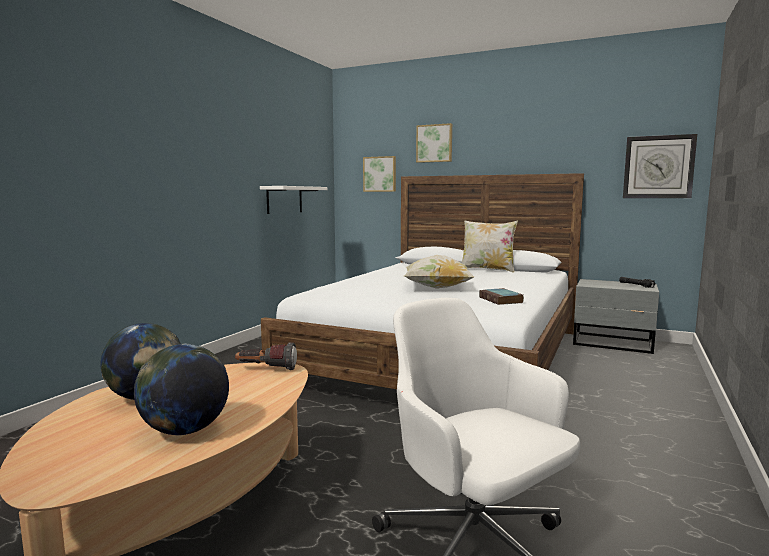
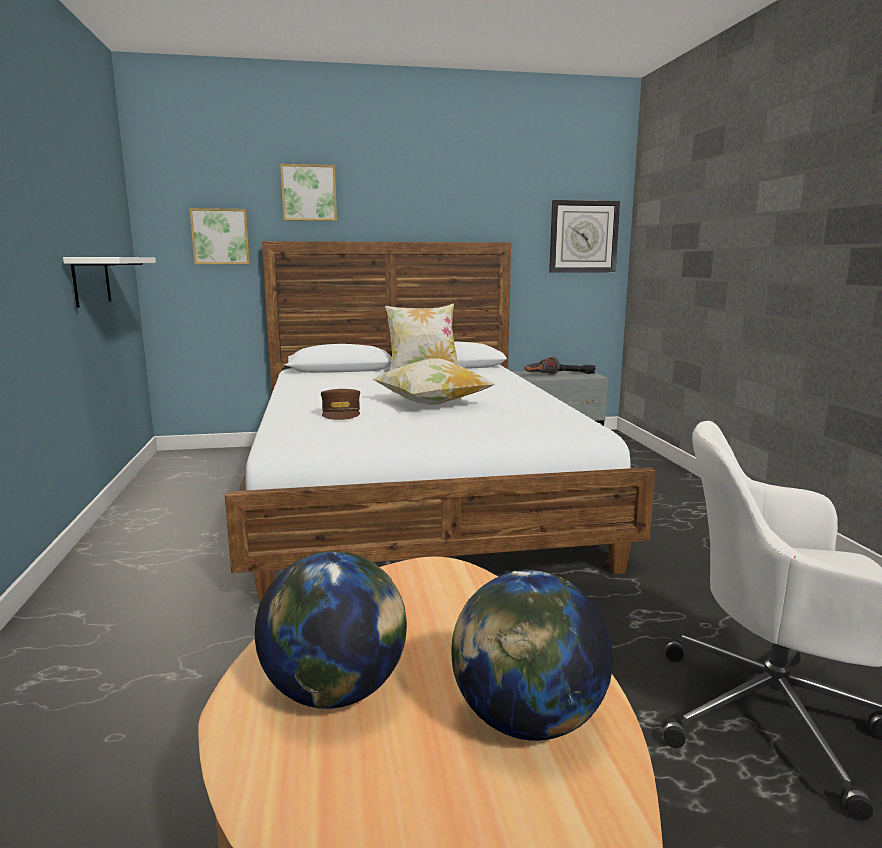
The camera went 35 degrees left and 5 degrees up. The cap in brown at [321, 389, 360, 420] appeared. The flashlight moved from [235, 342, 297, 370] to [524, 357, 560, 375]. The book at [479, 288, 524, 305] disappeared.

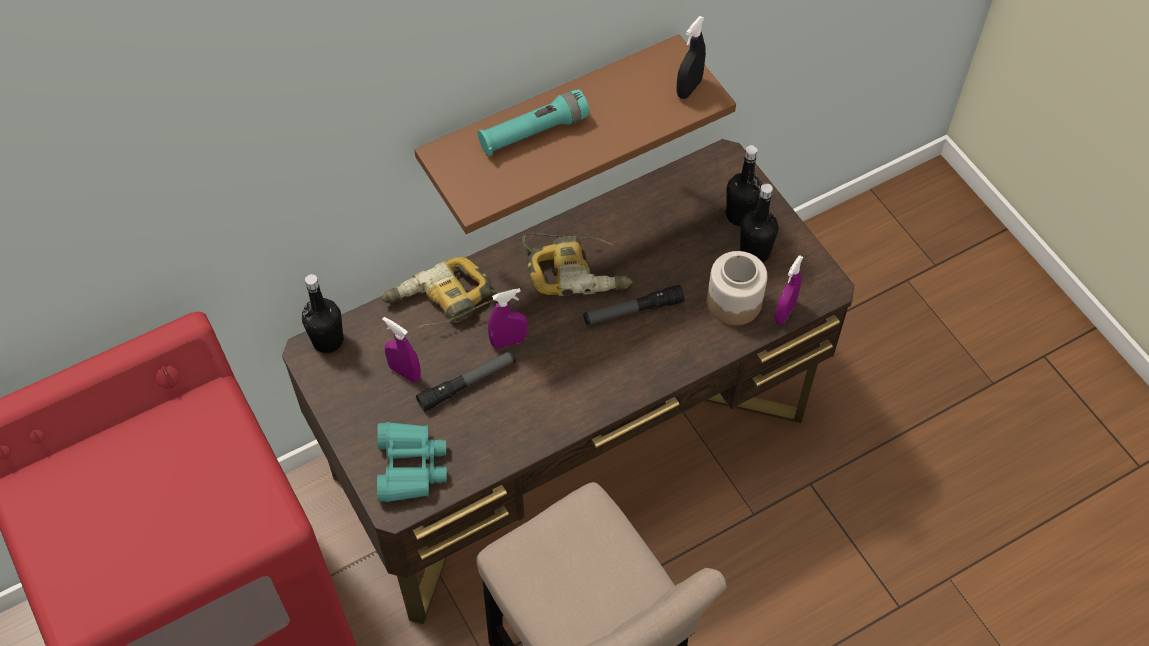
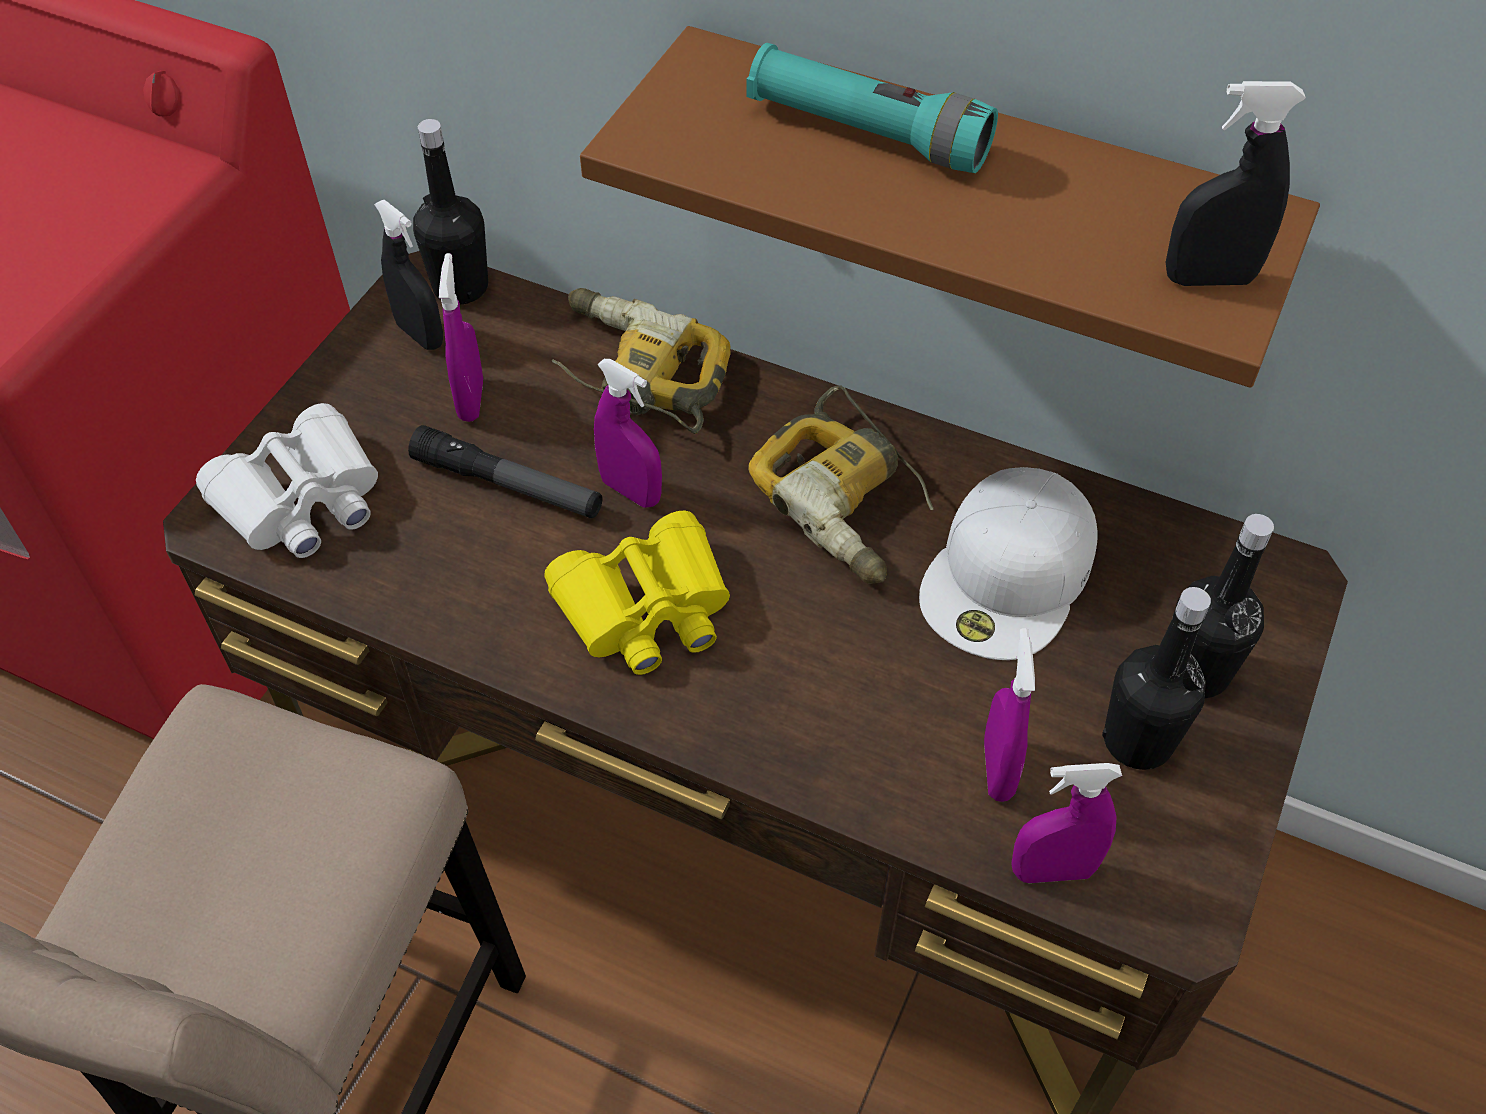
The camera went 55 degrees right and 5 degrees down. The binoculars in turquoise at [377, 422, 447, 502] became the binoculars in white at [196, 403, 378, 558]. The spray bottle in black at [374, 200, 443, 350] appeared. The binoculars in yellow at [544, 511, 730, 675] appeared. The cap in white at [919, 467, 1098, 660] appeared. The jar at [707, 251, 767, 325] was replaced by the spray bottle in purple at [984, 628, 1035, 802]. The flashlight at [583, 285, 685, 325] disappeared.

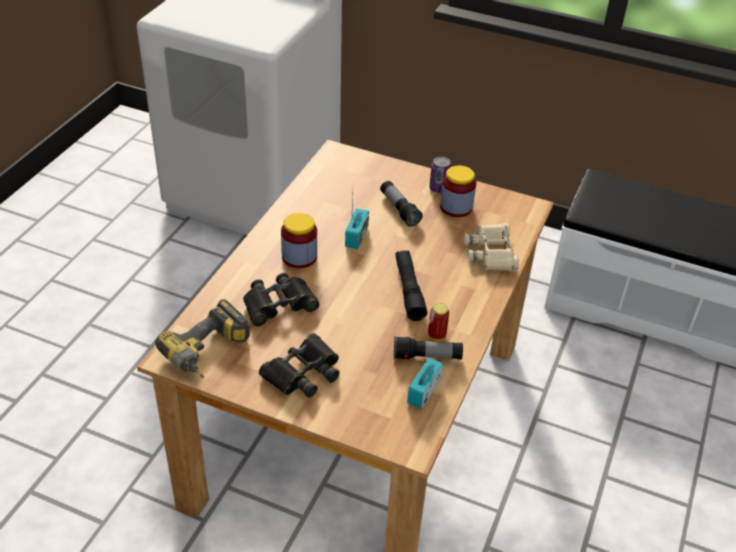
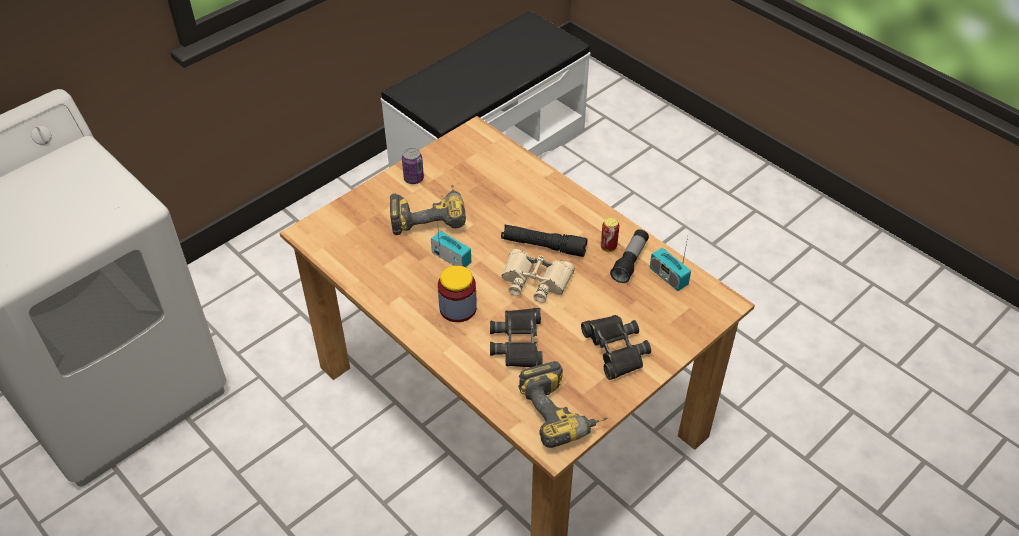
The camera went 65 degrees left and 5 degrees up. The flashlight at [380, 181, 423, 226] was replaced by the power drill at [390, 185, 466, 235]. The binoculars in beige moved from [464, 223, 519, 271] to [502, 249, 575, 303]. The jar at [440, 165, 476, 217] disappeared.

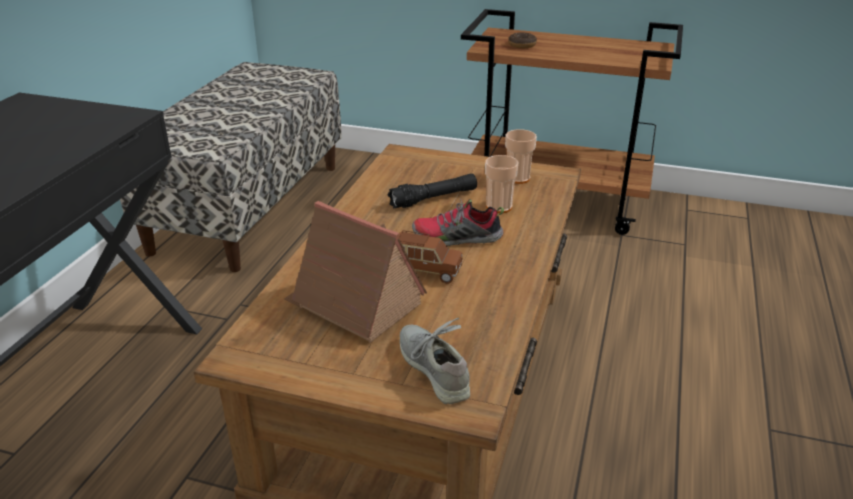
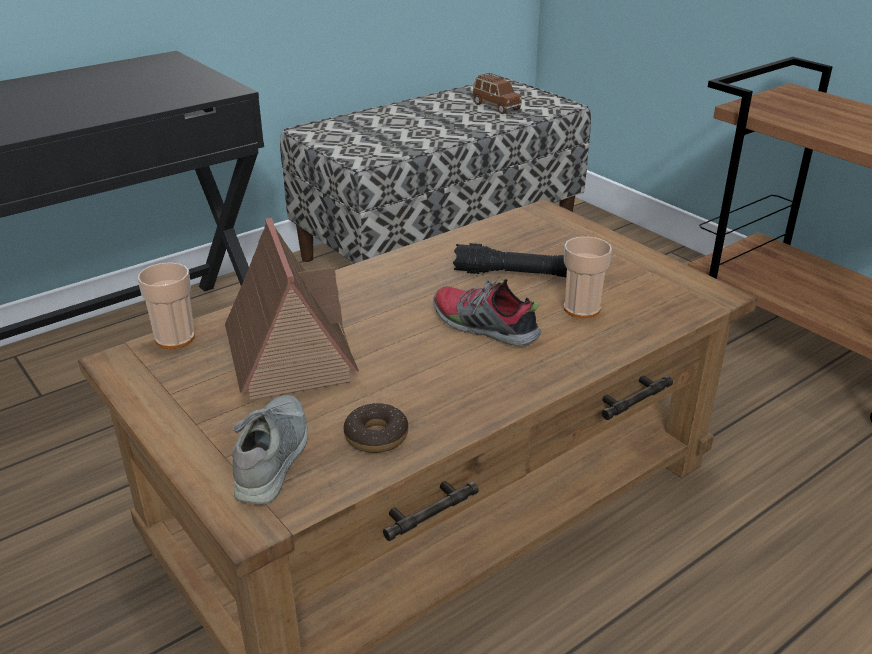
The camera went 35 degrees right and 0 degrees up. The cup moved from [505, 129, 537, 184] to [138, 263, 195, 349]. The donut moved from [508, 33, 537, 48] to [344, 403, 408, 453]. The toy car in brown moved from [400, 230, 462, 284] to [473, 73, 522, 114].

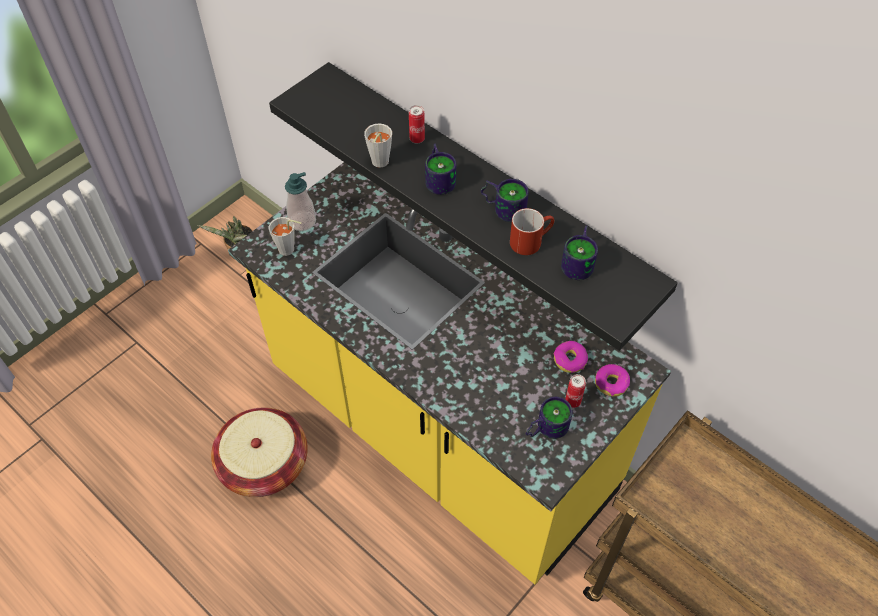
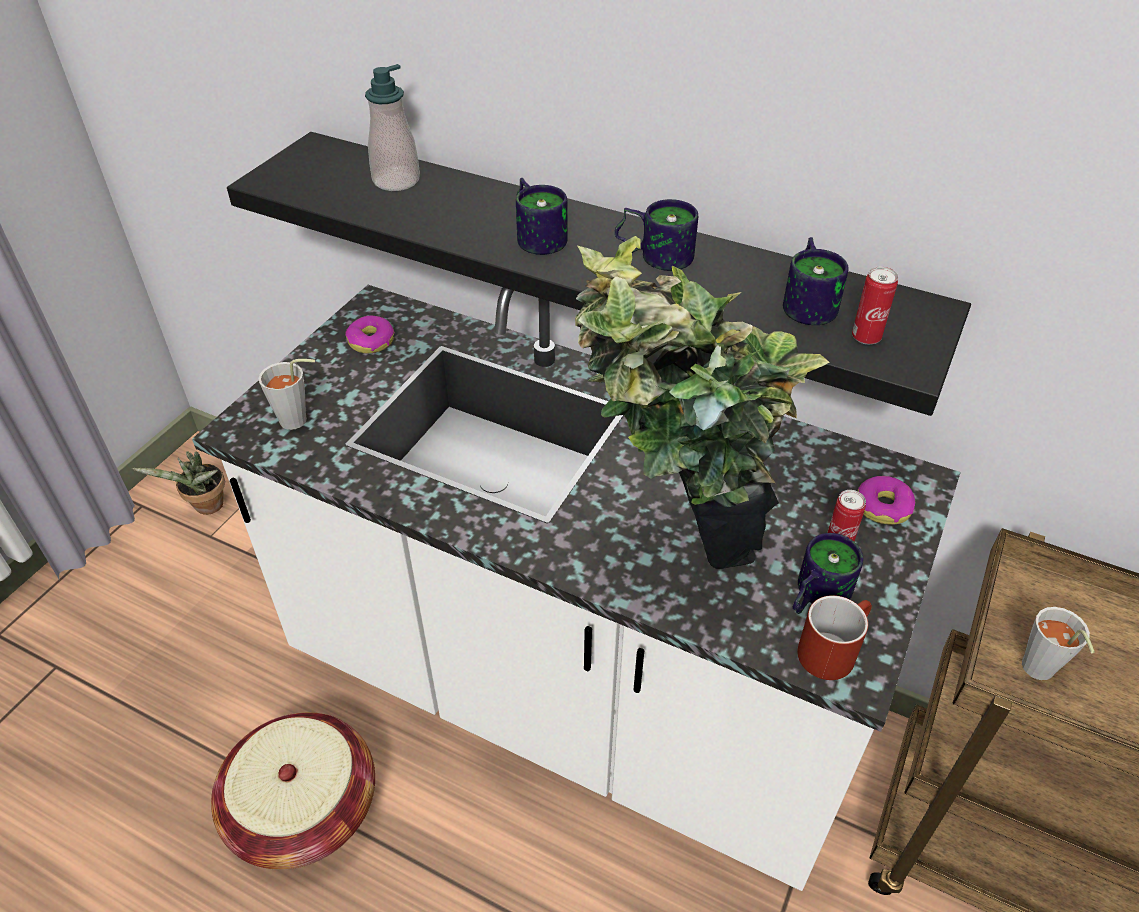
The camera went 15 degrees left and 10 degrees down. The counter in yellow at [228, 162, 671, 584] became the counter in white at [192, 285, 961, 891]. The donut moved from [554, 341, 588, 373] to [345, 316, 395, 353]. The soap dispenser moved from [285, 172, 316, 231] to [365, 64, 420, 191]. The potted plant at [575, 236, 830, 569] appeared. The mug in red moved from [510, 208, 555, 255] to [797, 595, 872, 680]. The can moved from [409, 105, 425, 143] to [852, 267, 898, 345]. The cup in grey moved from [364, 123, 392, 168] to [1022, 607, 1095, 680].

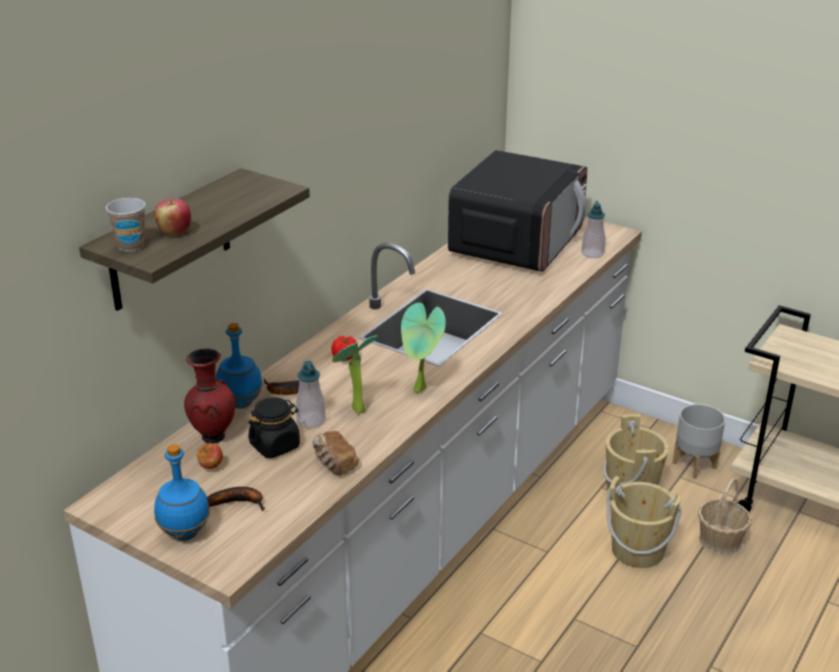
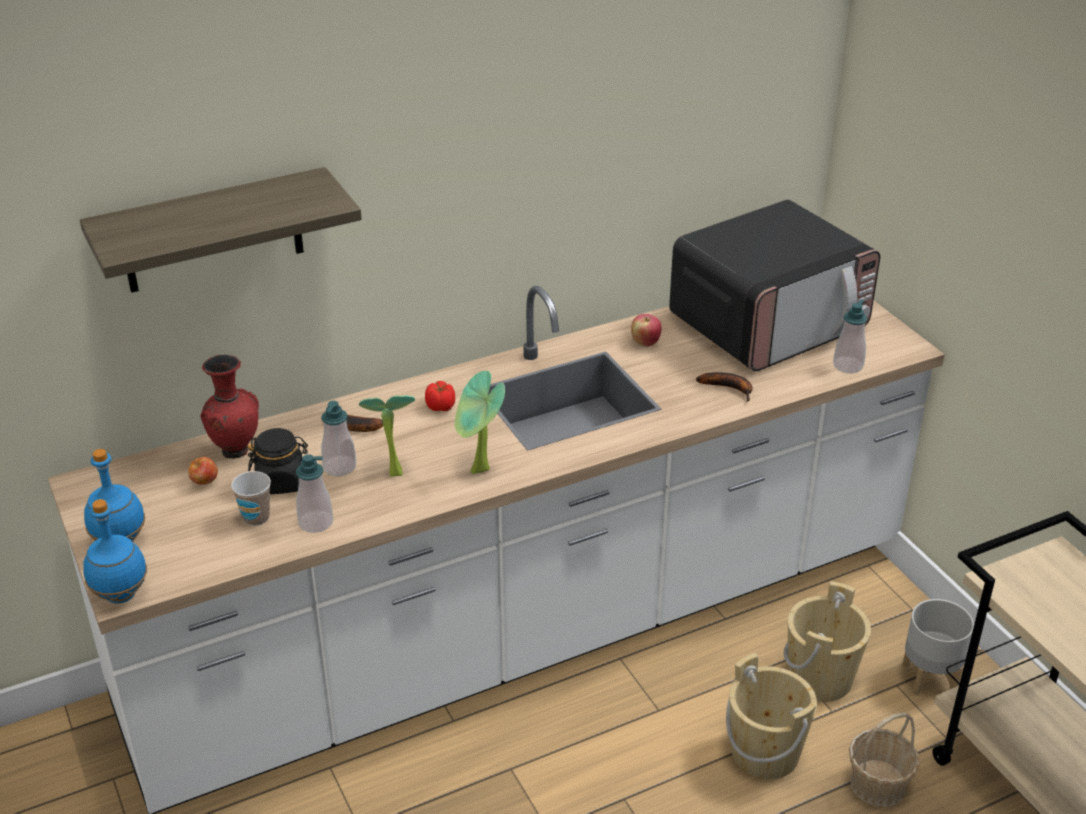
The camera went 30 degrees right and 5 degrees up. The bottle in blue moved from [216, 323, 262, 409] to [83, 499, 147, 604]. The cup moved from [106, 198, 145, 252] to [231, 471, 271, 526]. The bread at [312, 431, 358, 476] was replaced by the soap dispenser at [296, 454, 333, 533]. The apple moved from [155, 199, 191, 236] to [631, 314, 662, 347]. The banana moved from [207, 487, 265, 511] to [696, 372, 753, 402].

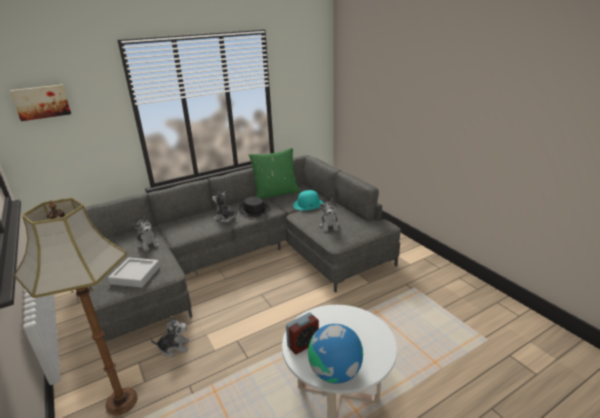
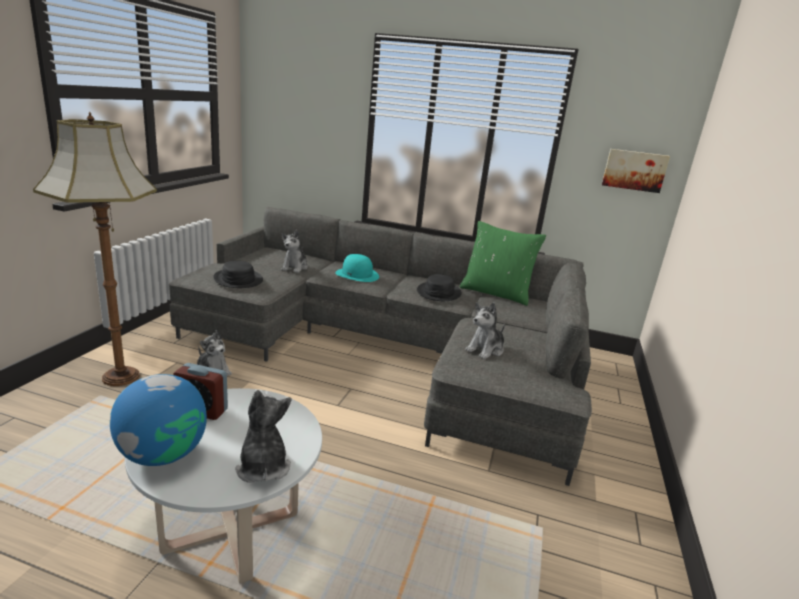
The camera went 45 degrees right and 5 degrees down. The tray in grey at [108, 257, 160, 288] was replaced by the hat in black at [213, 261, 263, 288]. The plush toy moved from [212, 191, 238, 222] to [235, 390, 291, 483]. The hat in turquoise moved from [293, 190, 324, 211] to [335, 254, 379, 282]. The picture moved from [10, 85, 71, 121] to [602, 149, 670, 193].

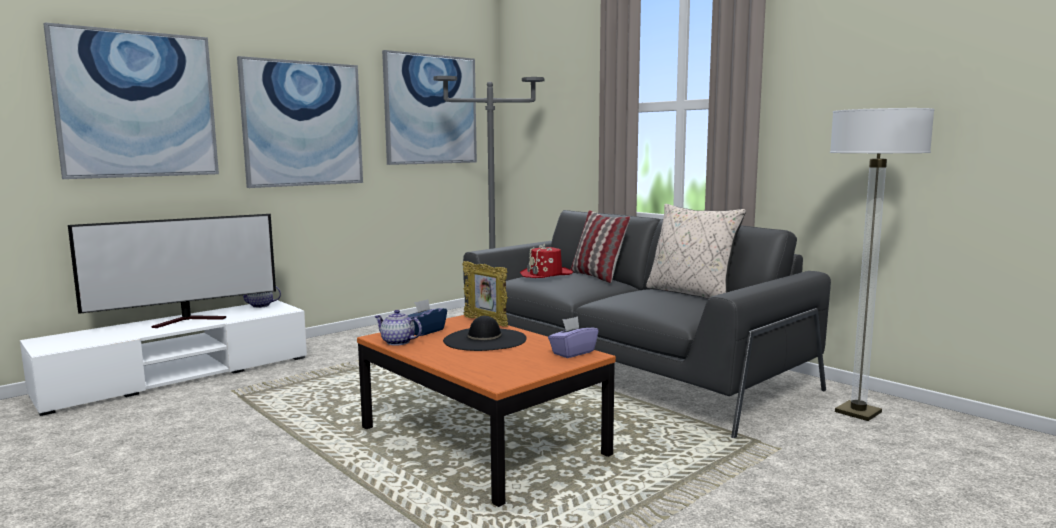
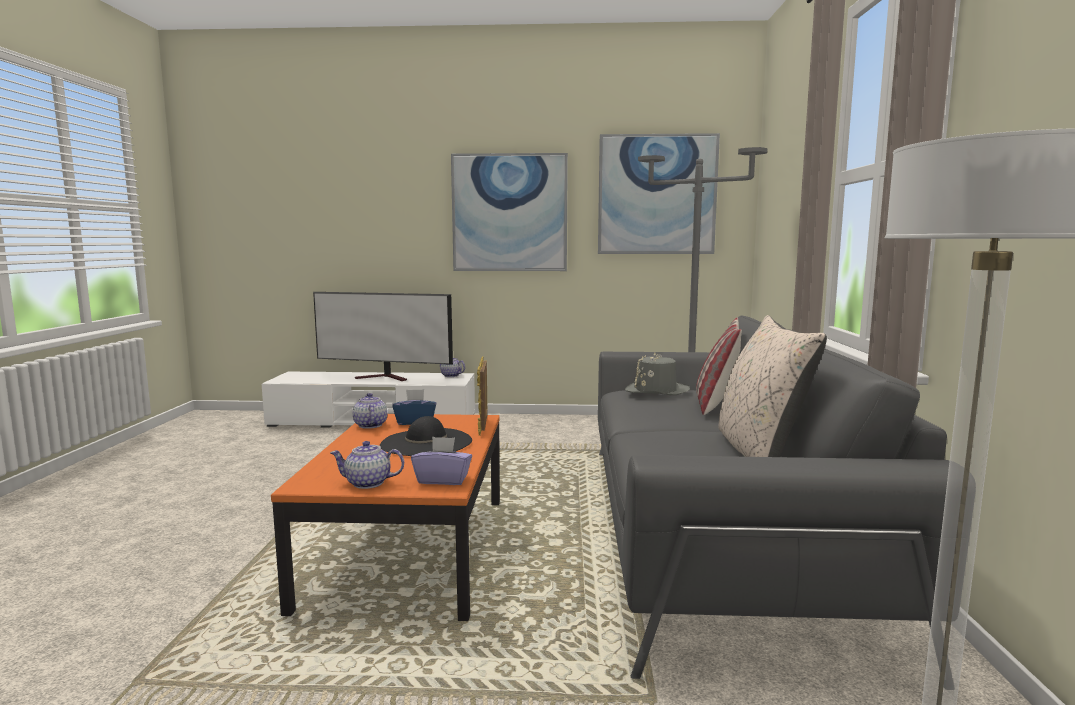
The camera went 45 degrees right and 0 degrees up. The teapot at [330, 441, 404, 489] appeared. The hat in red at [520, 244, 573, 278] became the hat in grey at [625, 353, 690, 395]. The picture at [43, 22, 219, 179] disappeared.

